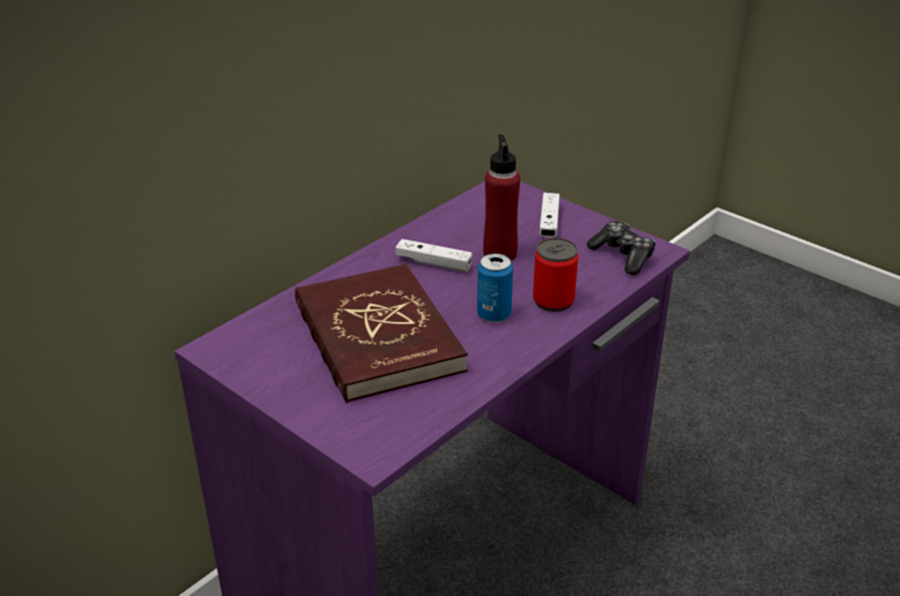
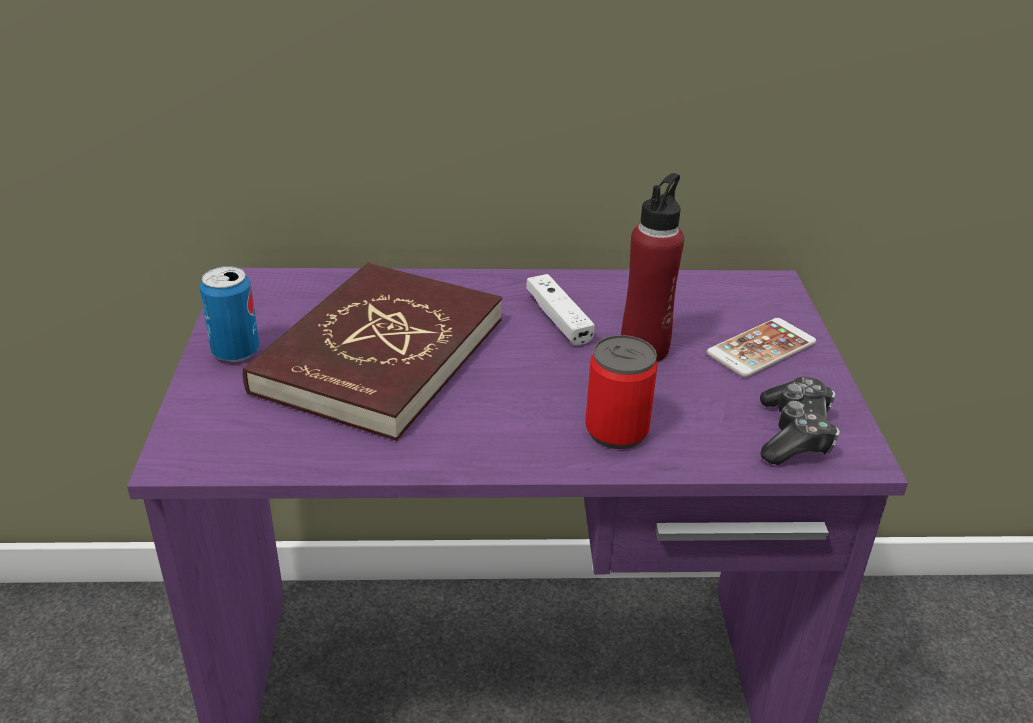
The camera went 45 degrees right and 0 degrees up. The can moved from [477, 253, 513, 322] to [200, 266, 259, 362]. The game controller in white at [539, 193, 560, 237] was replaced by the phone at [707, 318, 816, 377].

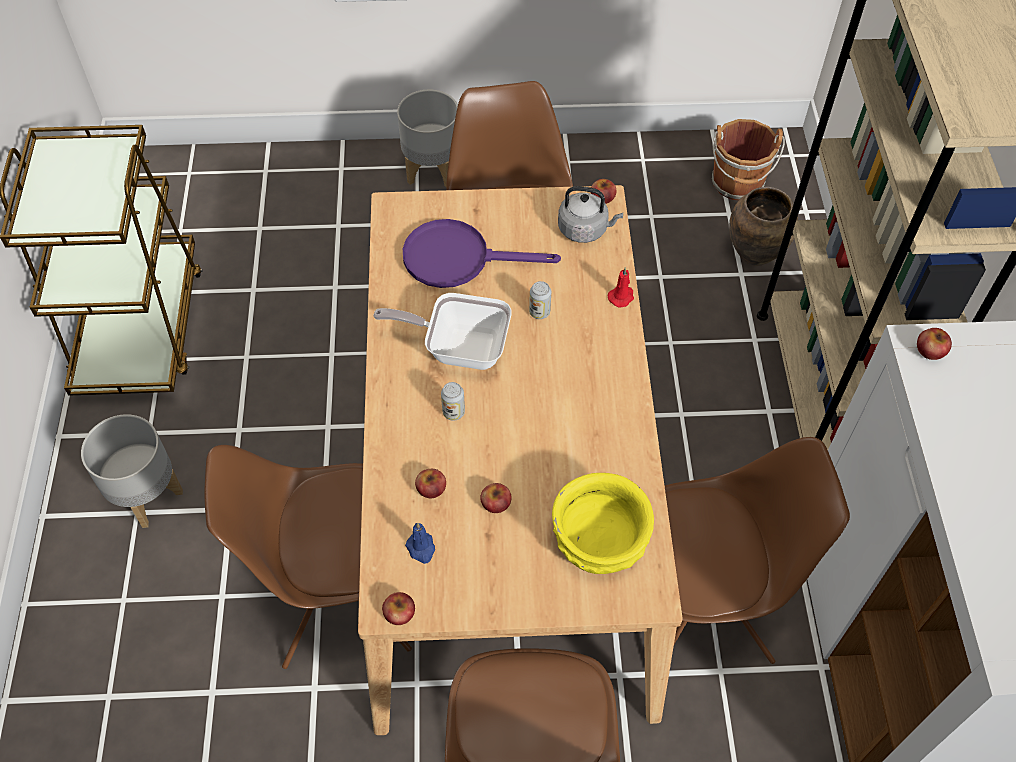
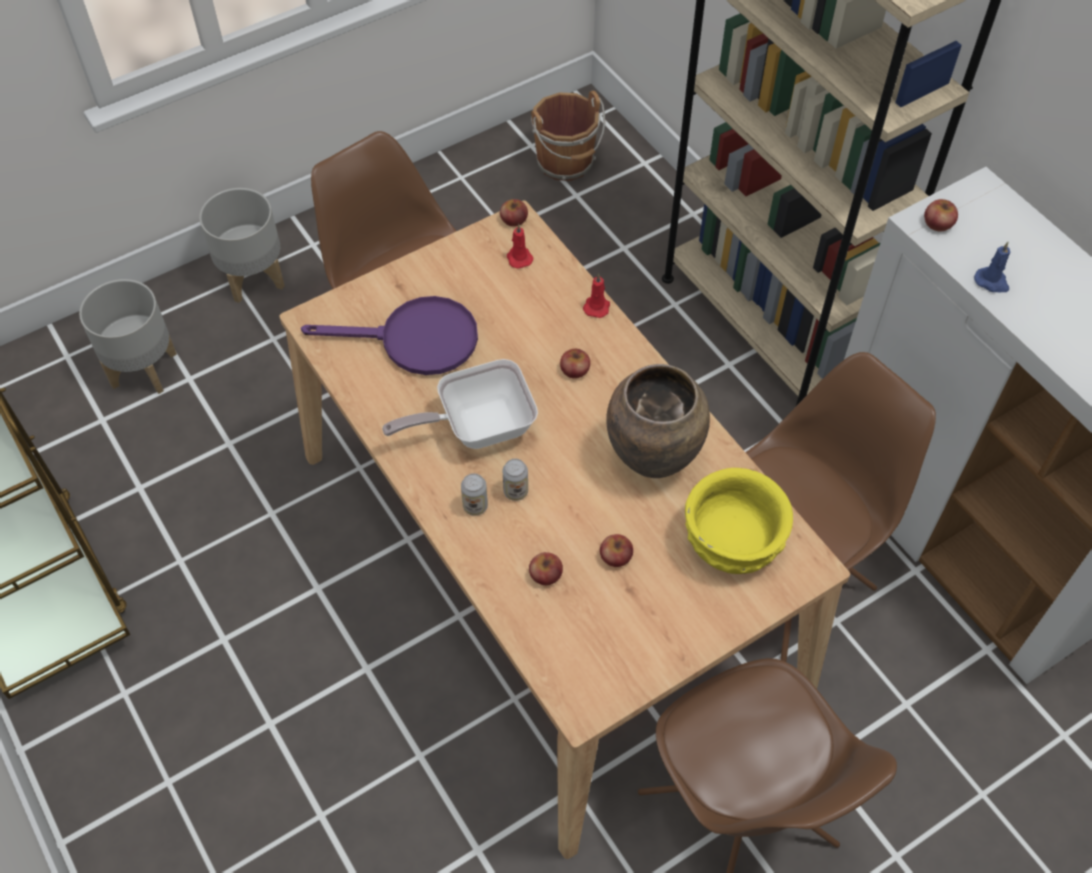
The camera went 30 degrees left and 0 degrees up. The planter in grey moved from [81, 414, 183, 528] to [79, 279, 177, 394]. The frying pan in purple at [403, 219, 561, 288] turned 150 degrees counterclockwise. The can moved from [529, 281, 551, 319] to [461, 473, 488, 516]. The kettle in grey at [558, 186, 623, 243] was replaced by the candle in red at [507, 224, 534, 269]. The apple moved from [382, 592, 415, 625] to [560, 349, 590, 379]. The vase in brown moved from [729, 187, 798, 266] to [606, 364, 710, 478]. The candle in blue moved from [405, 522, 435, 564] to [974, 242, 1011, 292]. The chair in brown at [204, 445, 412, 669] disappeared.

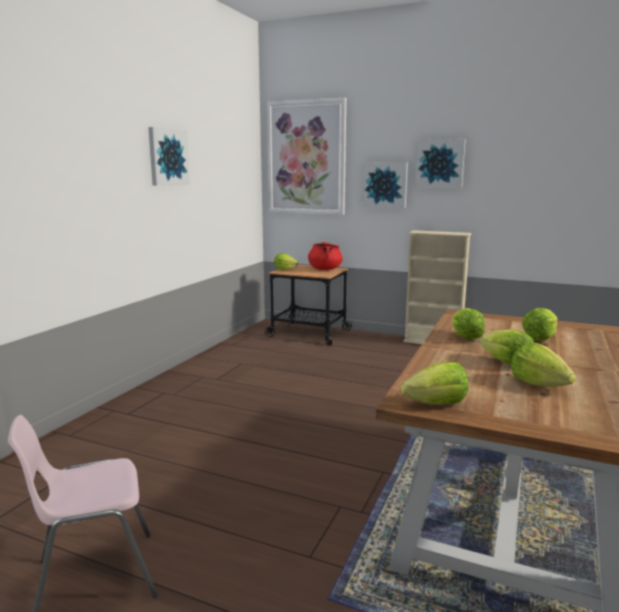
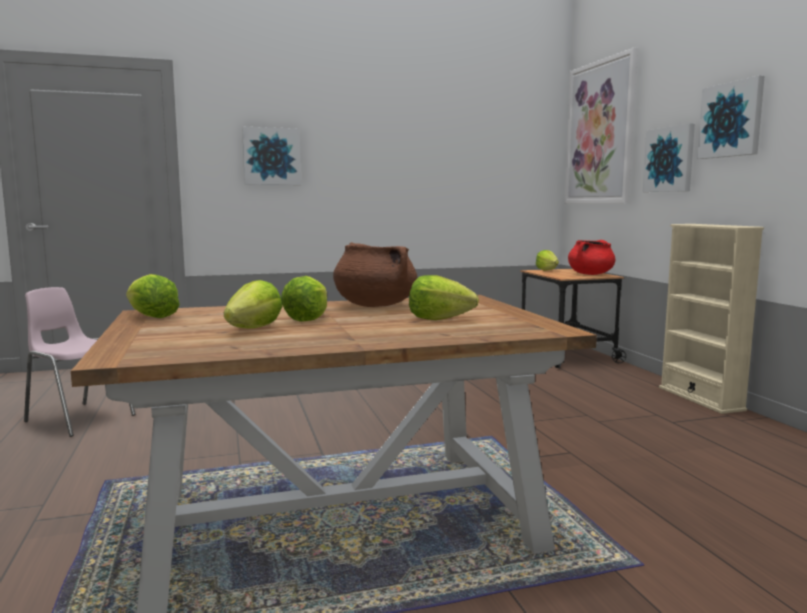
The camera went 50 degrees right and 5 degrees down. The picture moved from [148, 127, 190, 185] to [242, 127, 301, 185]. The lettuce at [452, 308, 485, 340] was replaced by the cooking pot in brown at [333, 242, 418, 307].

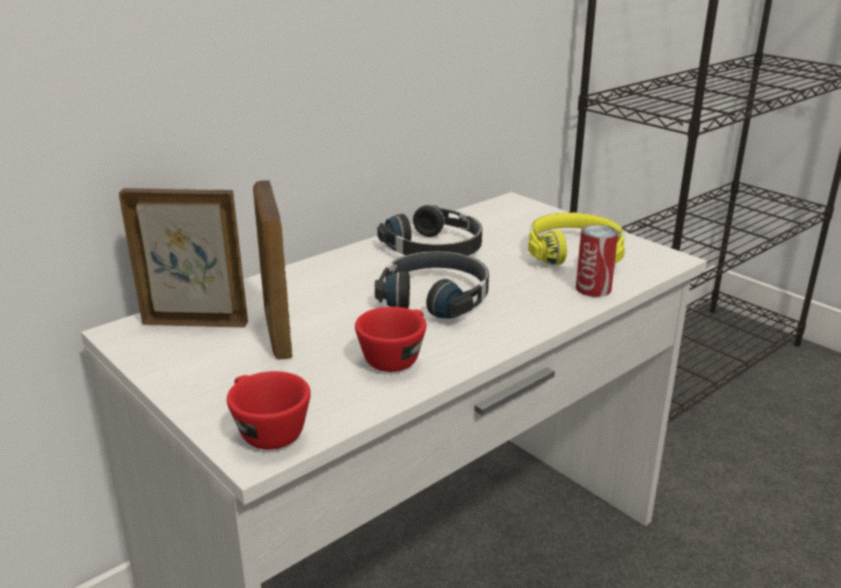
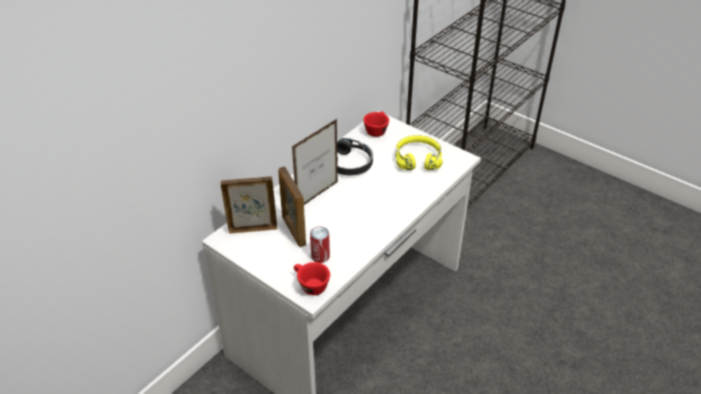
The camera went 10 degrees left and 15 degrees up. The picture frame at [292, 119, 338, 205] appeared. The can moved from [576, 225, 618, 297] to [310, 226, 330, 263]. The cup in red moved from [355, 307, 426, 372] to [363, 112, 389, 137]. The headphones in black at [375, 251, 489, 319] disappeared.

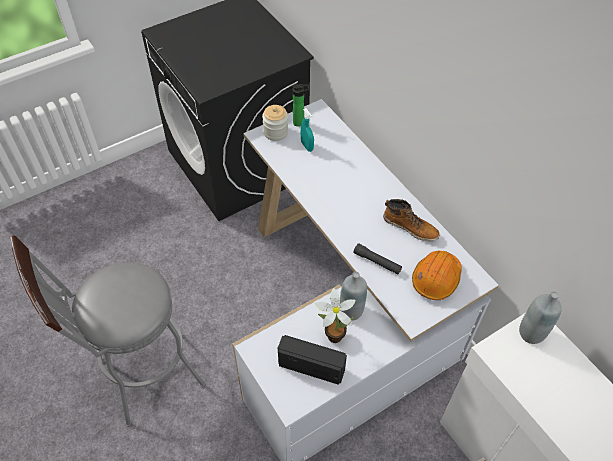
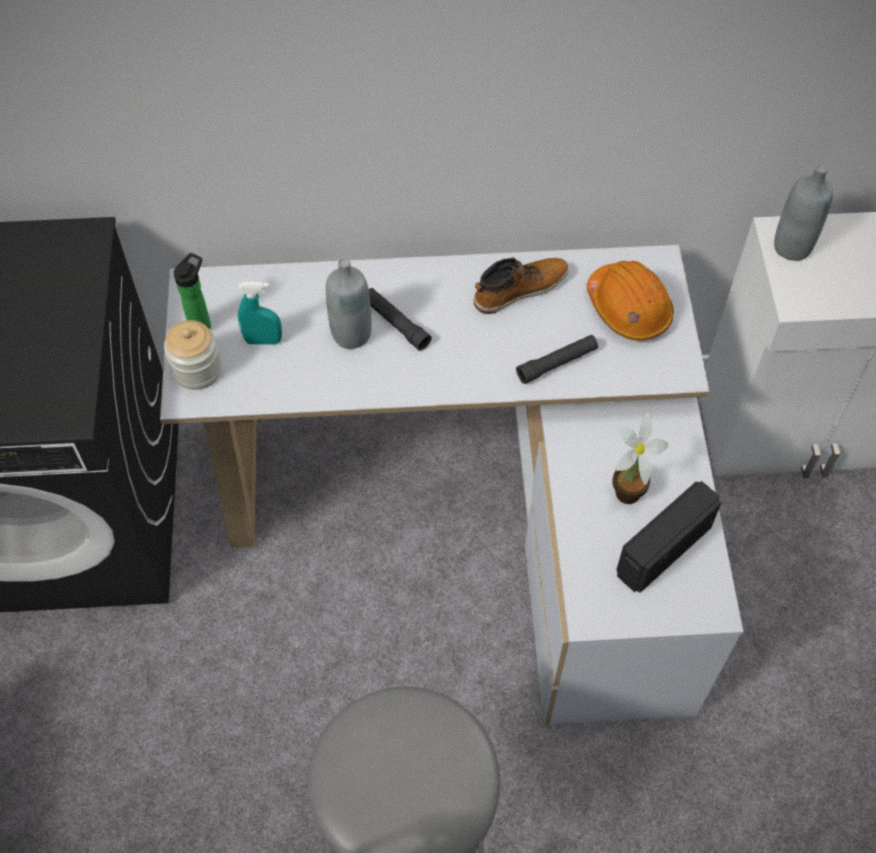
The camera went 60 degrees left and 5 degrees up. The bottle in grey moved from [340, 272, 367, 321] to [326, 258, 372, 349]. The flashlight in black at [369, 288, 432, 351] appeared.

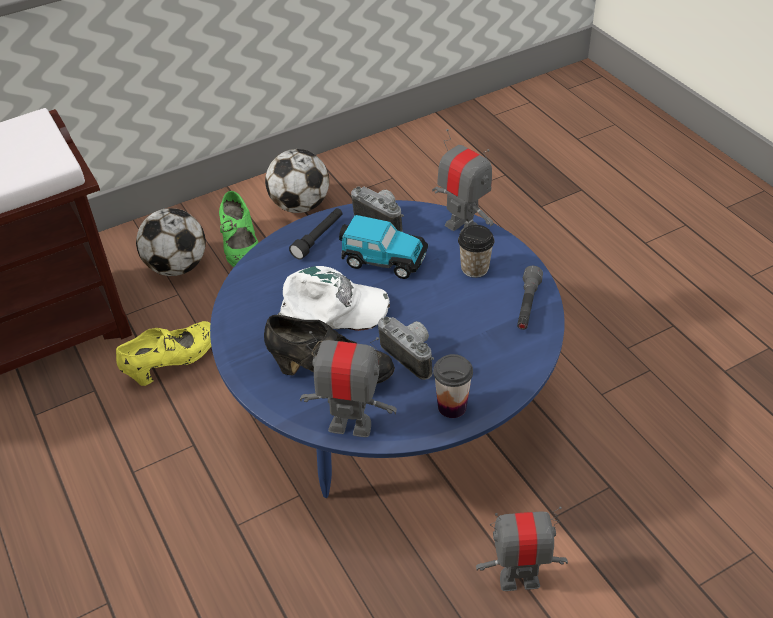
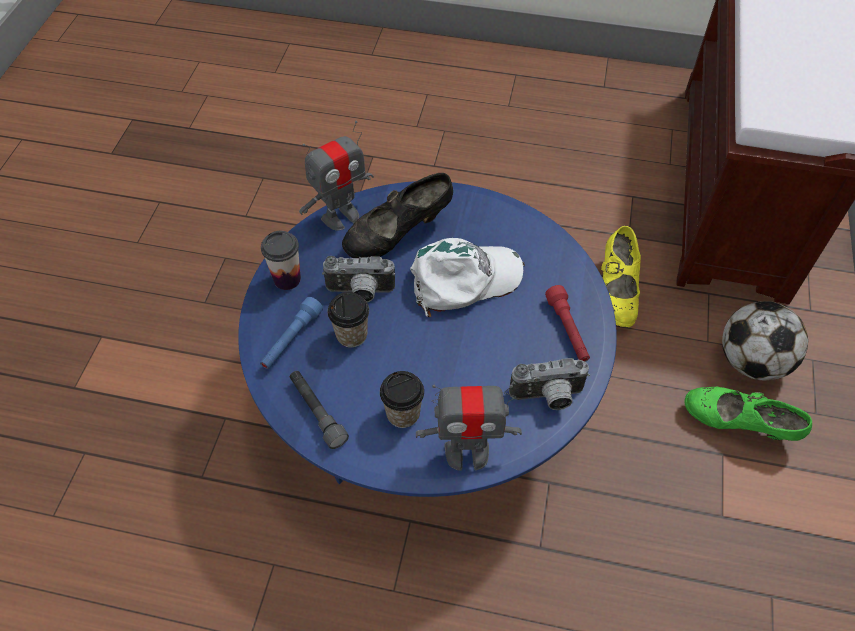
The camera went 130 degrees right and 10 degrees up. The flashlight in blue at [260, 297, 323, 369] appeared. The cup at [328, 292, 369, 348] appeared. The cap in white at [278, 266, 390, 331] turned 150 degrees counterclockwise. The flashlight in black at [289, 208, 342, 260] became the flashlight in red at [545, 285, 590, 362]. The football at [265, 149, 329, 213] disappeared. The toy car at [339, 215, 428, 279] disappeared. The toy robot at [476, 507, 568, 591] disappeared.

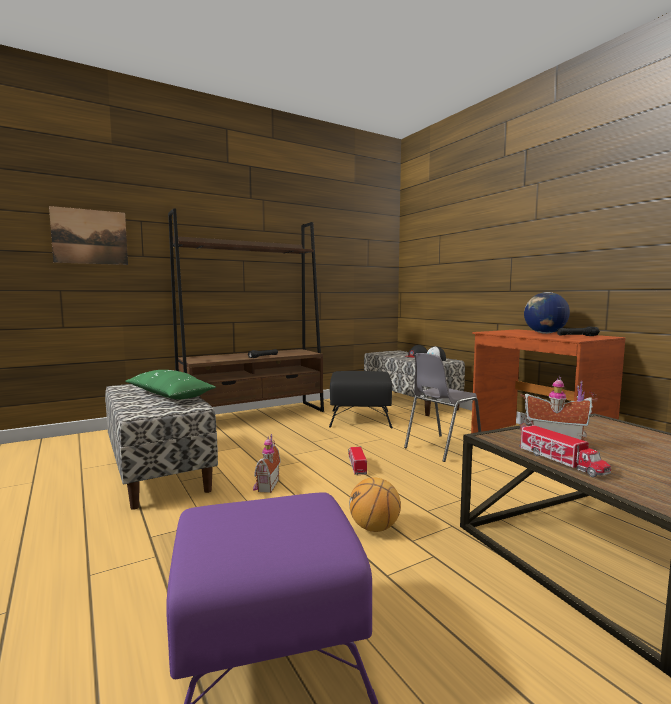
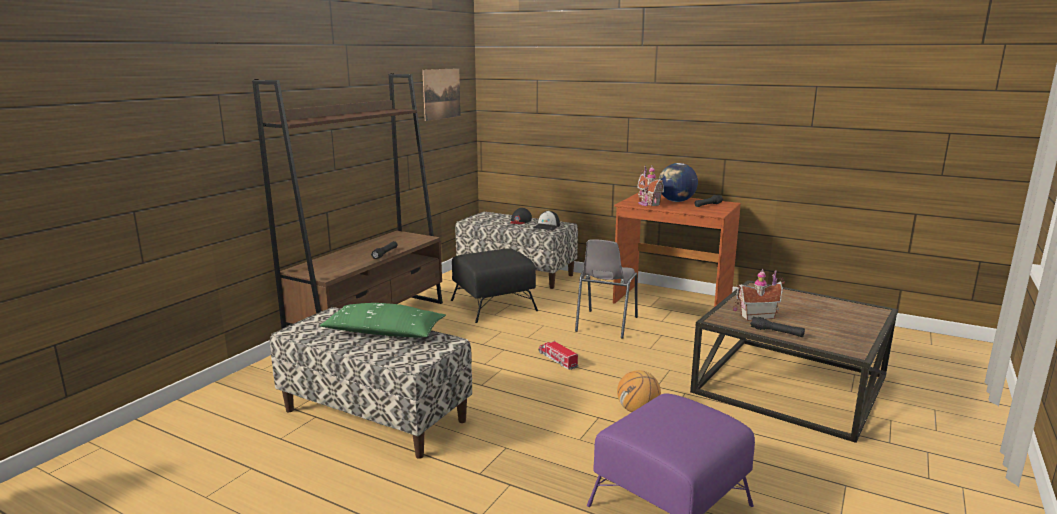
The camera went 30 degrees left and 10 degrees up. The picture moved from [49, 206, 128, 265] to [422, 68, 461, 121]. The toy house moved from [253, 434, 281, 493] to [638, 165, 664, 206]. The toy truck at [519, 425, 611, 477] was replaced by the flashlight in black at [750, 317, 805, 337].

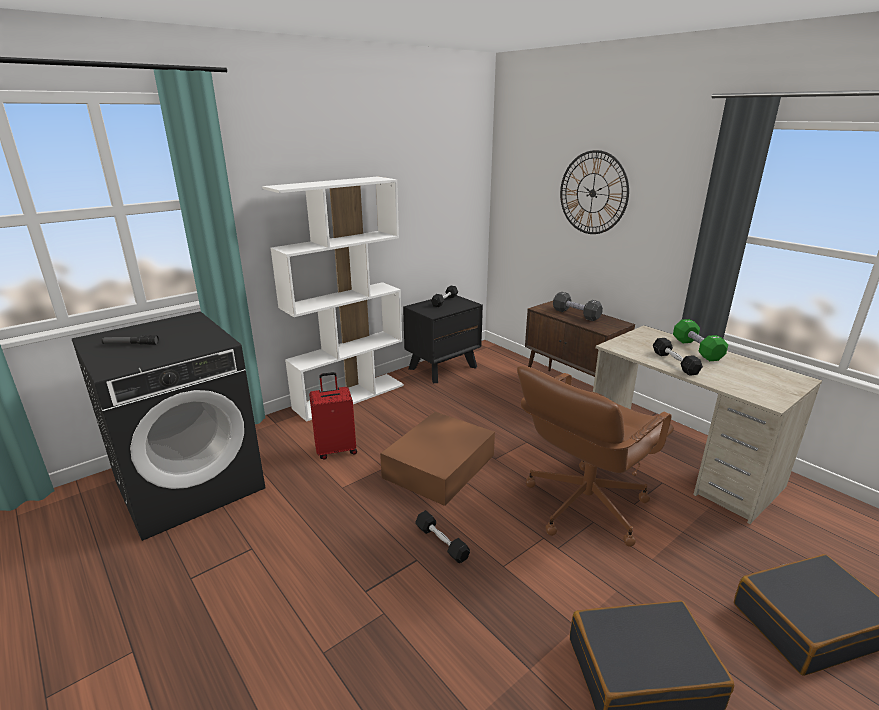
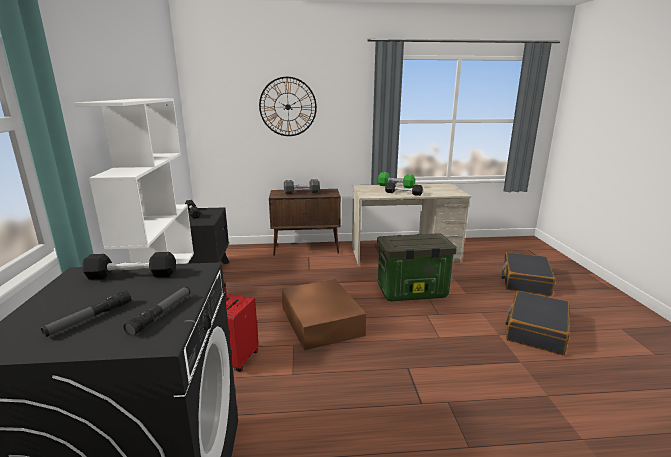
The camera went 55 degrees left and 5 degrees down. The dumbbell in black moved from [415, 510, 470, 563] to [82, 252, 176, 280]. The flashlight at [123, 287, 190, 336] appeared. The office chair in brown at [517, 366, 674, 547] was replaced by the storage box at [377, 233, 457, 301].

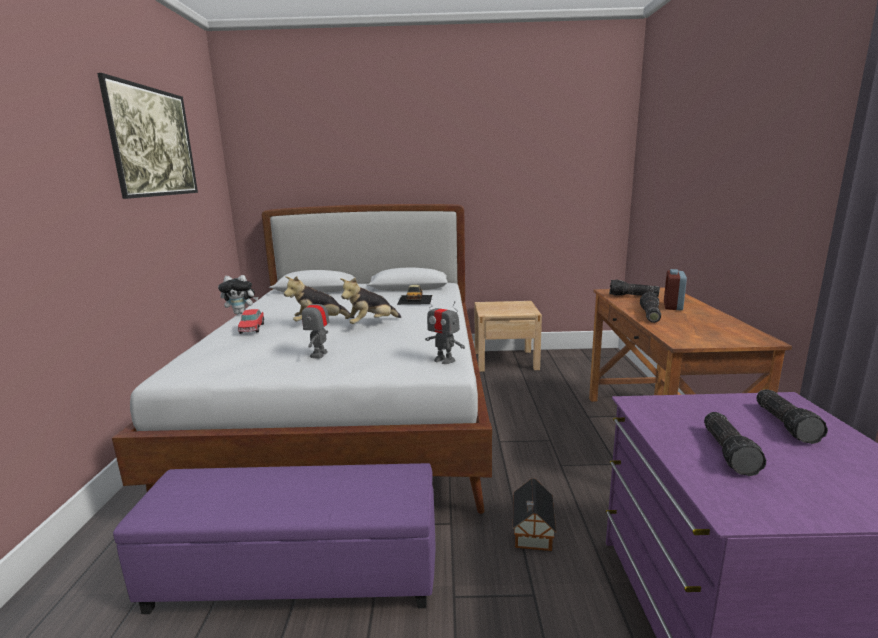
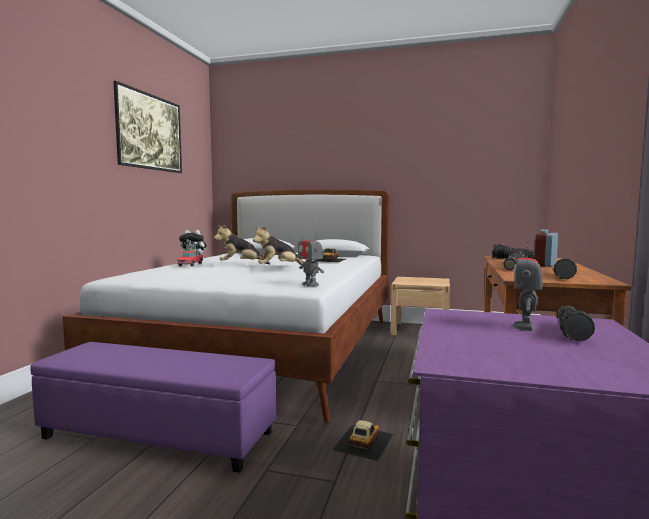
The camera went 15 degrees right and 10 degrees down. The toy house at [513, 478, 556, 551] was replaced by the toy car at [332, 420, 393, 461]. The toy robot moved from [302, 291, 330, 359] to [513, 241, 543, 331]. The flashlight moved from [704, 412, 766, 476] to [553, 258, 577, 279].

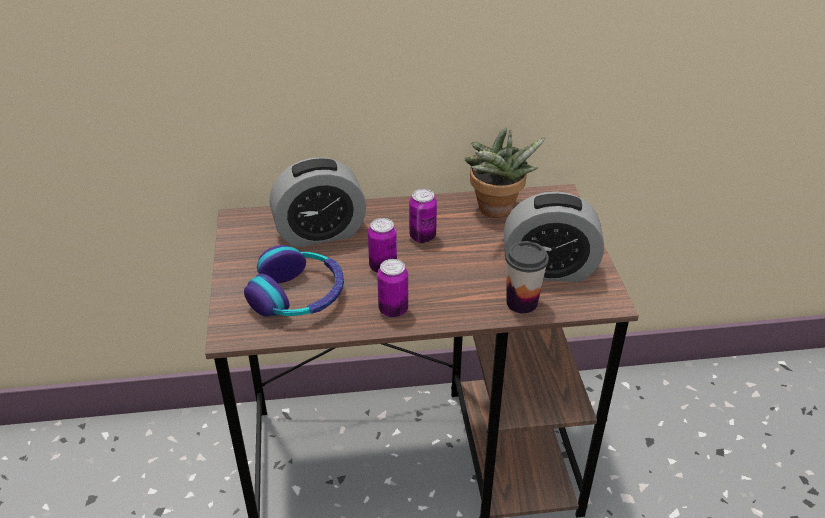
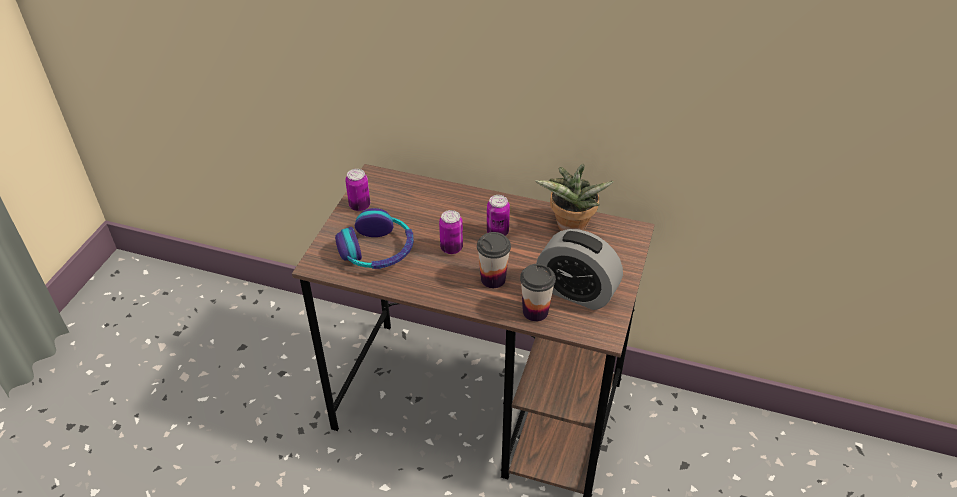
The camera went 25 degrees right and 5 degrees up. The can moved from [377, 259, 408, 318] to [345, 169, 370, 211]. The cup at [477, 232, 511, 288] appeared. The alarm clock at [270, 157, 366, 247] disappeared.

